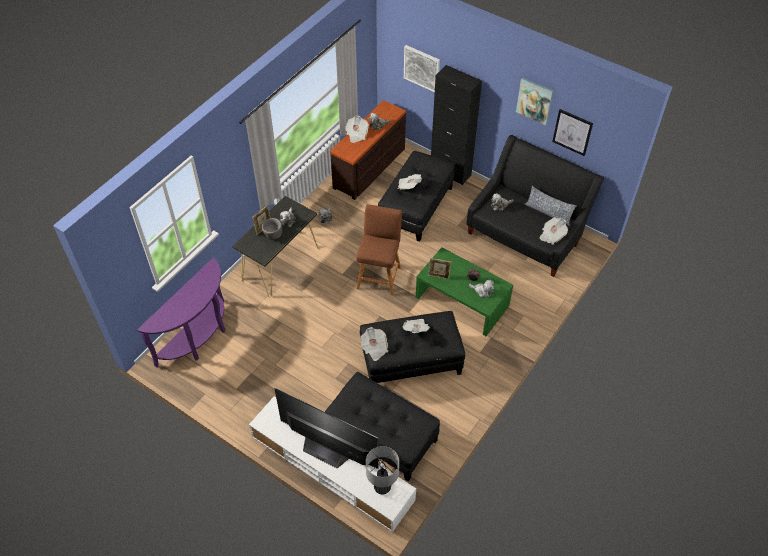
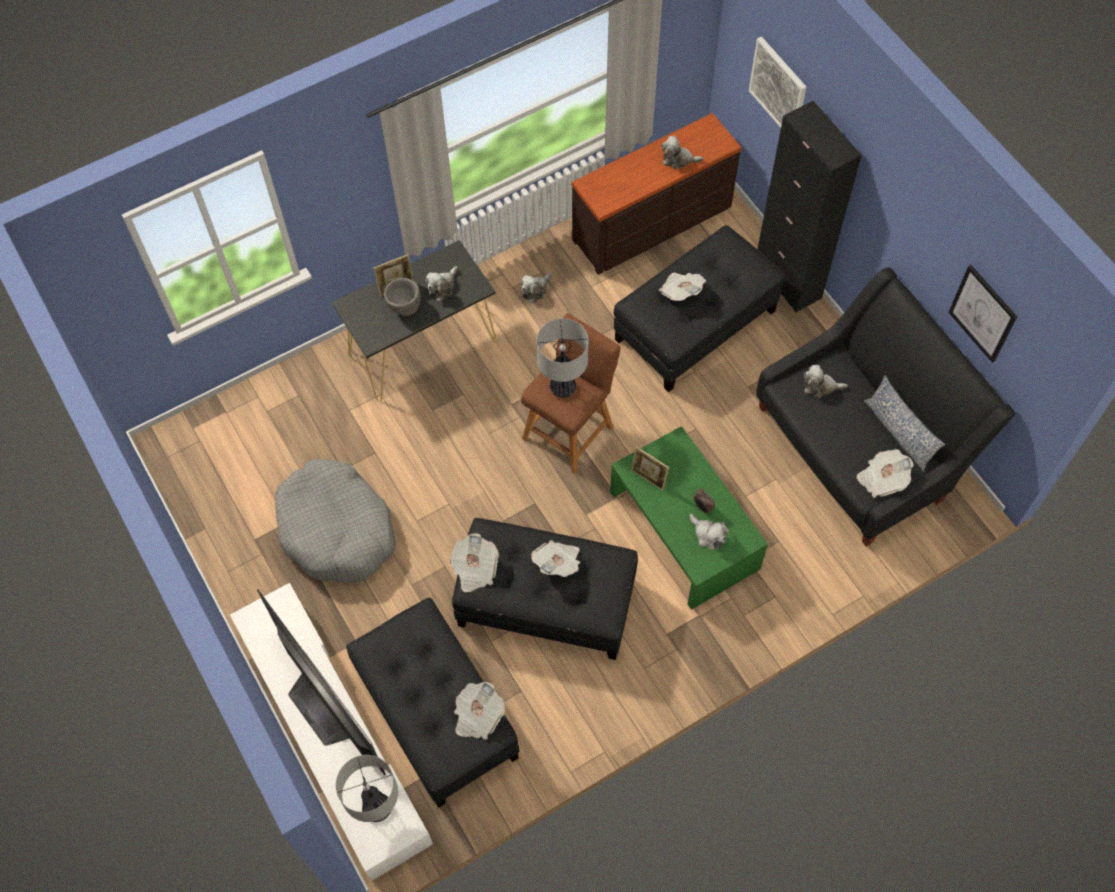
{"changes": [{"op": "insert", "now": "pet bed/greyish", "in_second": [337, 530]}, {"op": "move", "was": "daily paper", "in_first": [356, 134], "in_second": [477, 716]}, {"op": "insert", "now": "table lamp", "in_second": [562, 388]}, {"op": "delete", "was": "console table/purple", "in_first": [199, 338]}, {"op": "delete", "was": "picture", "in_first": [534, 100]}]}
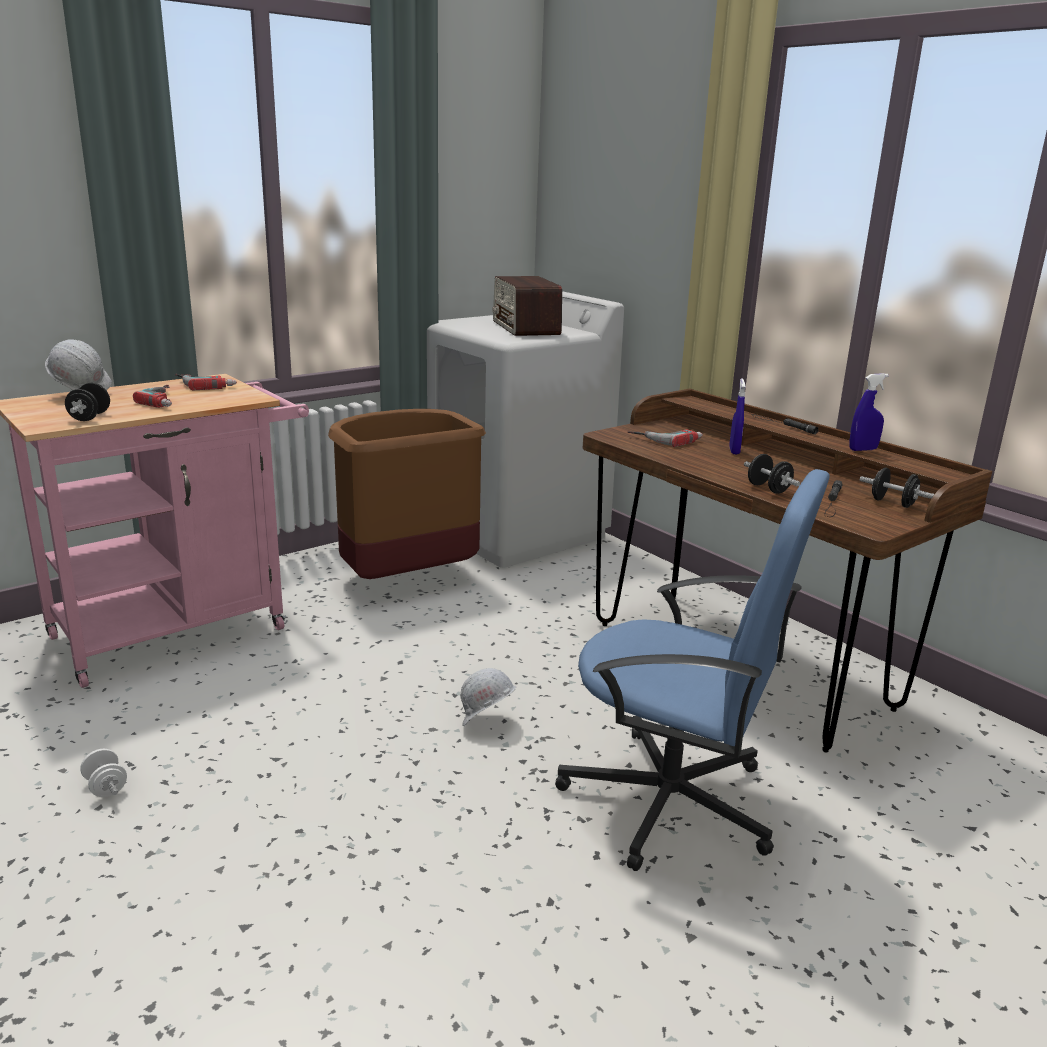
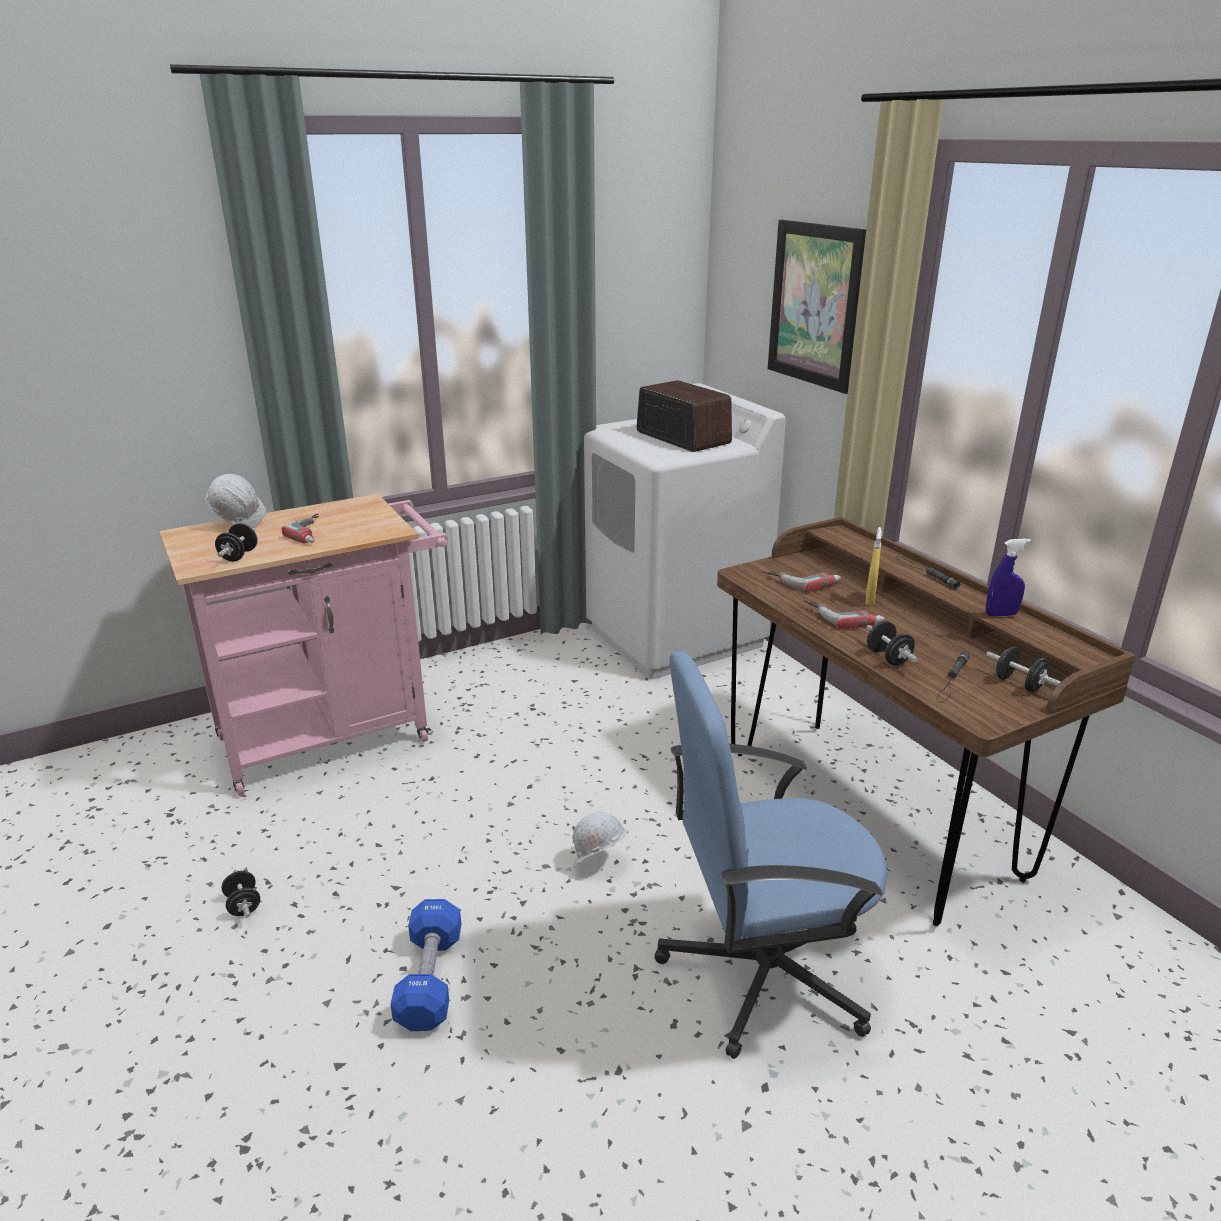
{"changes": [{"op": "recolor", "was": "free weight/white-coloured", "now": "free weight/blackish", "in_first": [106, 787], "in_second": [243, 905]}, {"op": "insert", "now": "free weight/bluish", "in_second": [430, 980]}, {"op": "rotate", "was": "radio", "in_first": [525, 328], "in_second": [682, 437], "clockwise": 150}, {"op": "rotate", "was": "computer chair/bluish", "in_first": [672, 802], "in_second": [762, 970], "clockwise": 135}, {"op": "insert", "now": "picture", "in_second": [814, 305]}, {"op": "move", "was": "drill", "in_first": [206, 384], "in_second": [843, 616]}, {"op": "recolor", "was": "hand sprayer/bluish", "now": "hand sprayer/yellow-coloured", "in_first": [734, 451], "in_second": [870, 600]}, {"op": "delete", "was": "rubbish bin/brownish", "in_first": [405, 578]}]}
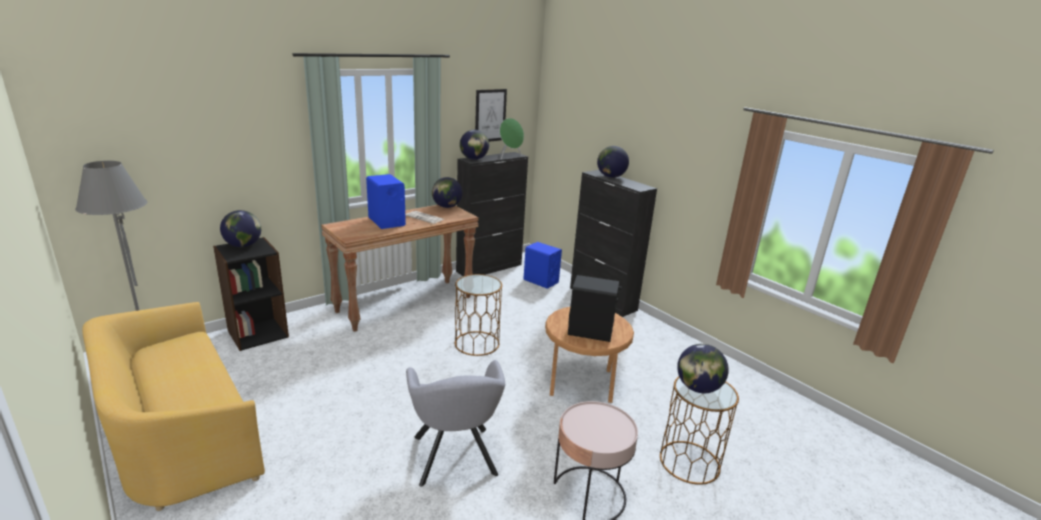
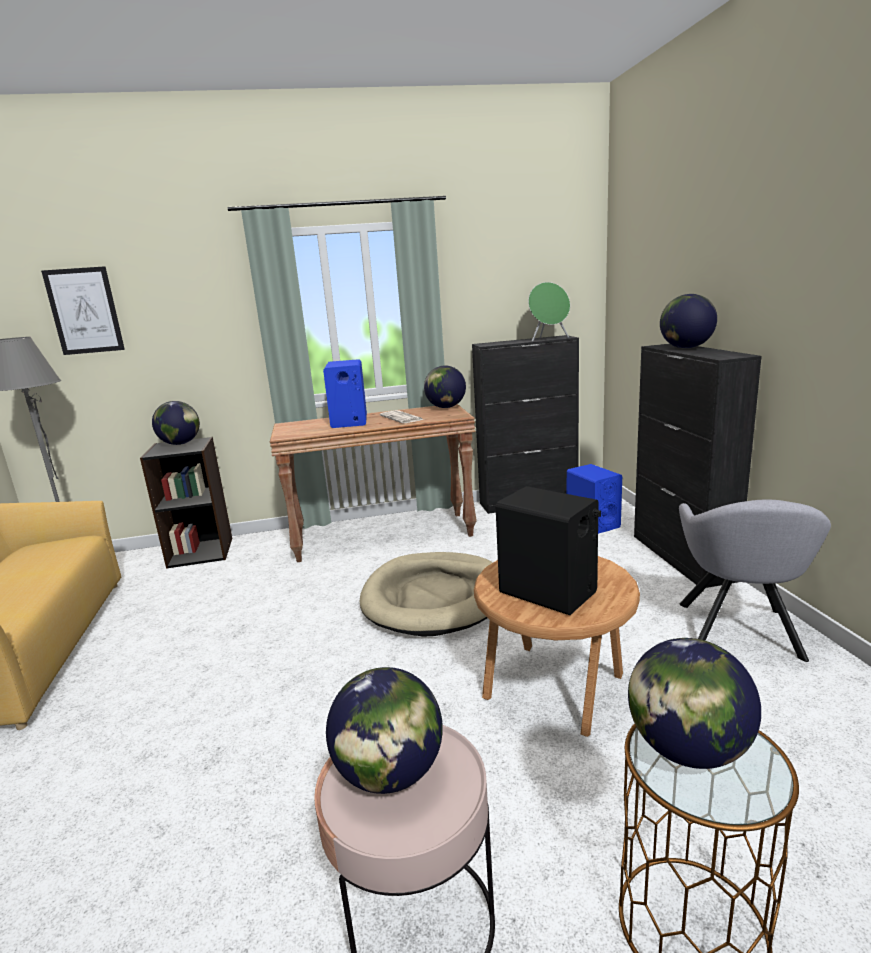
{"changes": [{"op": "move", "was": "picture", "in_first": [490, 115], "in_second": [84, 311]}, {"op": "move", "was": "world globe", "in_first": [474, 159], "in_second": [390, 774]}, {"op": "replace", "was": "side table/brownish", "now": "pet bed/beige", "in_first": [477, 343], "in_second": [434, 597]}, {"op": "move", "was": "lounge chair/greyish", "in_first": [455, 459], "in_second": [739, 634]}]}
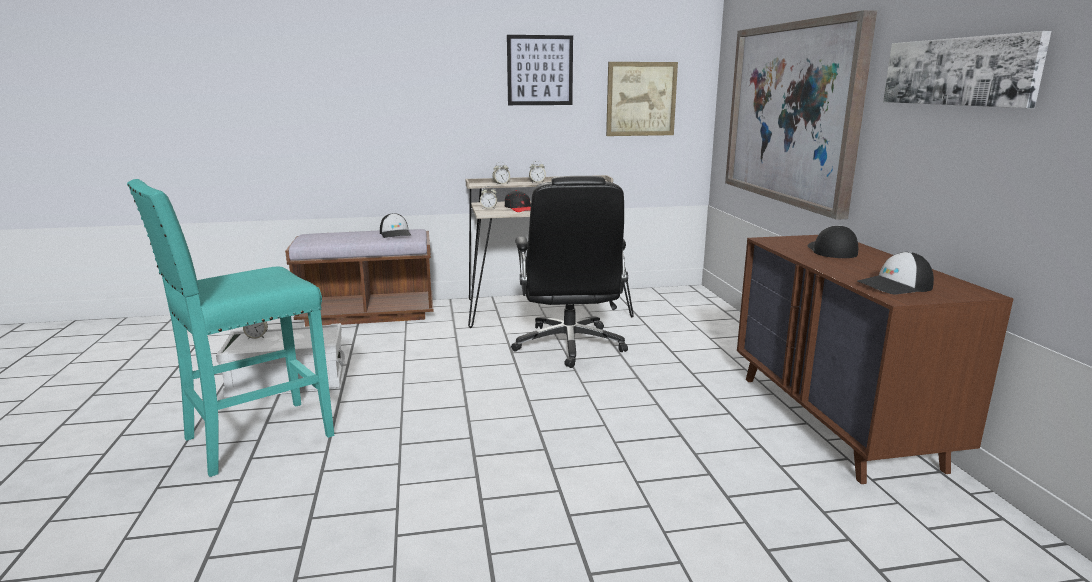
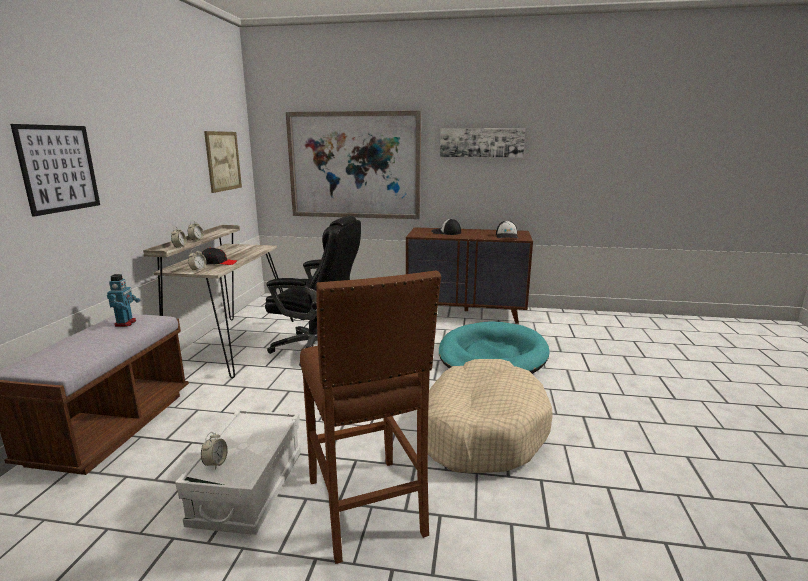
{"changes": [{"op": "move", "was": "picture", "in_first": [540, 70], "in_second": [59, 168]}, {"op": "replace", "was": "cap", "now": "robot figure", "in_first": [396, 234], "in_second": [126, 323]}, {"op": "recolor", "was": "stool seat/blue-green", "now": "stool seat/brownish", "in_first": [255, 437], "in_second": [366, 508]}, {"op": "insert", "now": "pet bed/beige", "in_second": [481, 430]}, {"op": "insert", "now": "pet bed/blue-green", "in_second": [492, 356]}]}
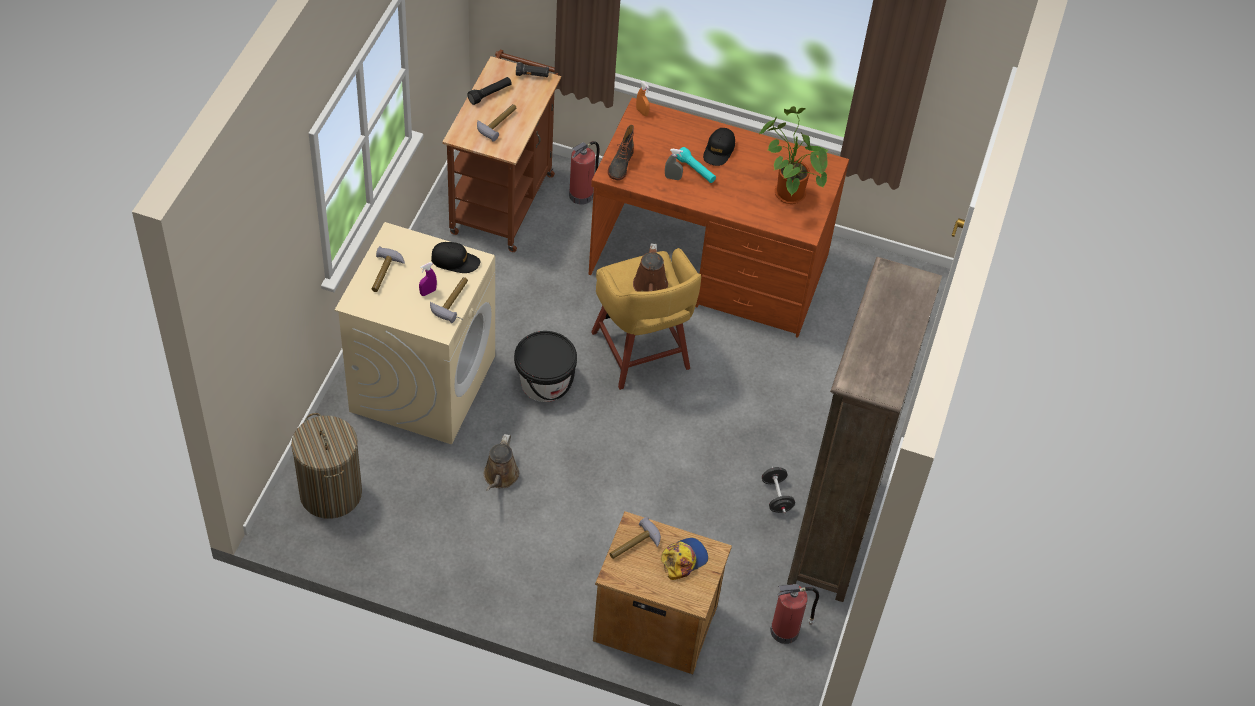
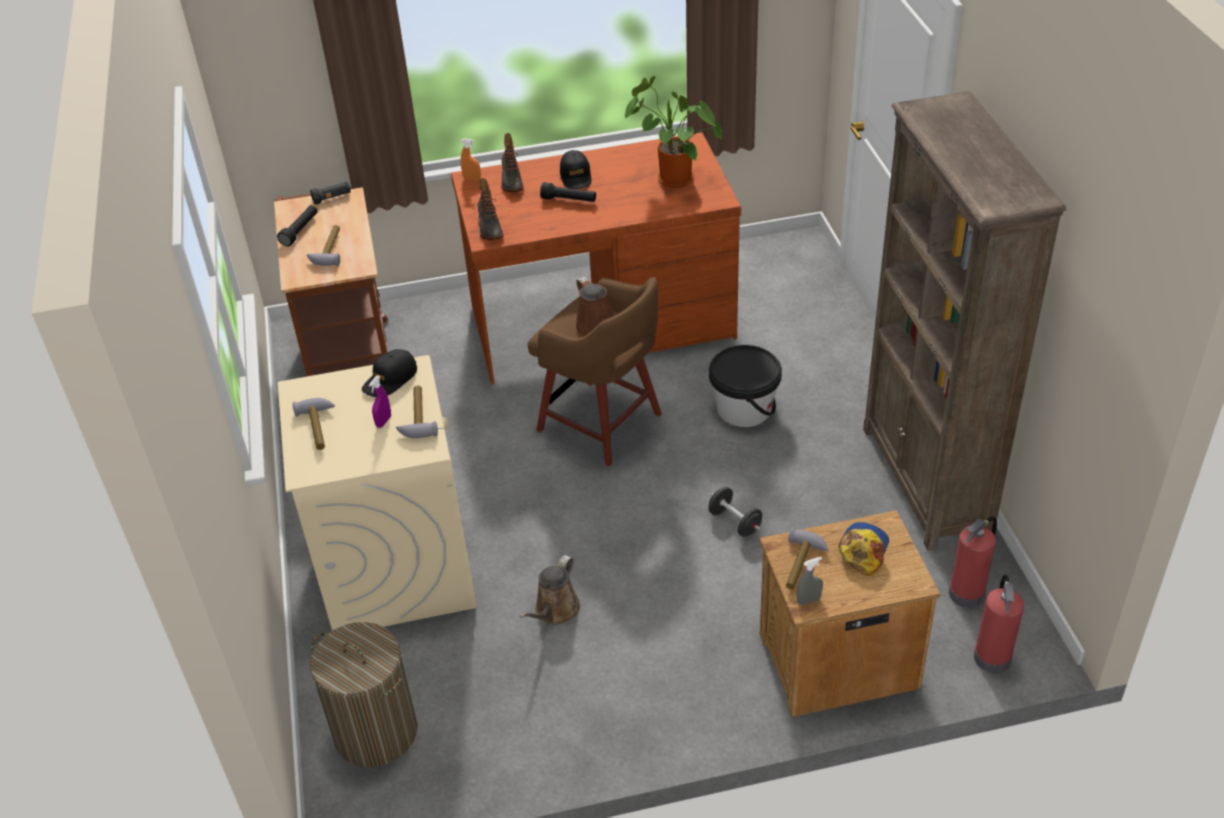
{"changes": [{"op": "rotate", "was": "cap/blackish", "in_first": [455, 261], "in_second": [390, 379], "clockwise": 150}, {"op": "insert", "now": "boot", "in_second": [511, 180]}, {"op": "rotate", "was": "sprinkling can/brownish", "in_first": [500, 477], "in_second": [555, 611], "clockwise": 45}, {"op": "recolor", "was": "stool seat/yellow-coloured", "now": "stool seat/brownish", "in_first": [641, 353], "in_second": [602, 424]}, {"op": "recolor", "was": "flashlight/blue-green", "now": "flashlight/blackish", "in_first": [696, 170], "in_second": [569, 200]}, {"op": "move", "was": "pail/blackish", "in_first": [545, 383], "in_second": [744, 409]}, {"op": "move", "was": "free weight/blackish", "in_first": [776, 497], "in_second": [735, 522]}, {"op": "move", "was": "hand sprayer/greyish", "in_first": [673, 178], "in_second": [808, 600]}, {"op": "move", "was": "fire extinguisher", "in_first": [582, 194], "in_second": [992, 656]}]}
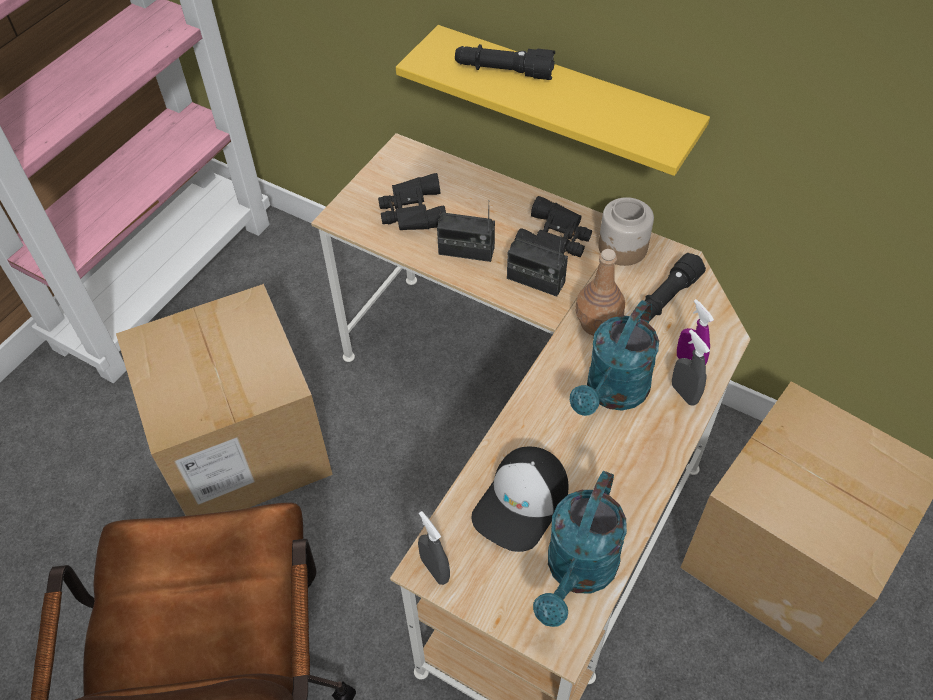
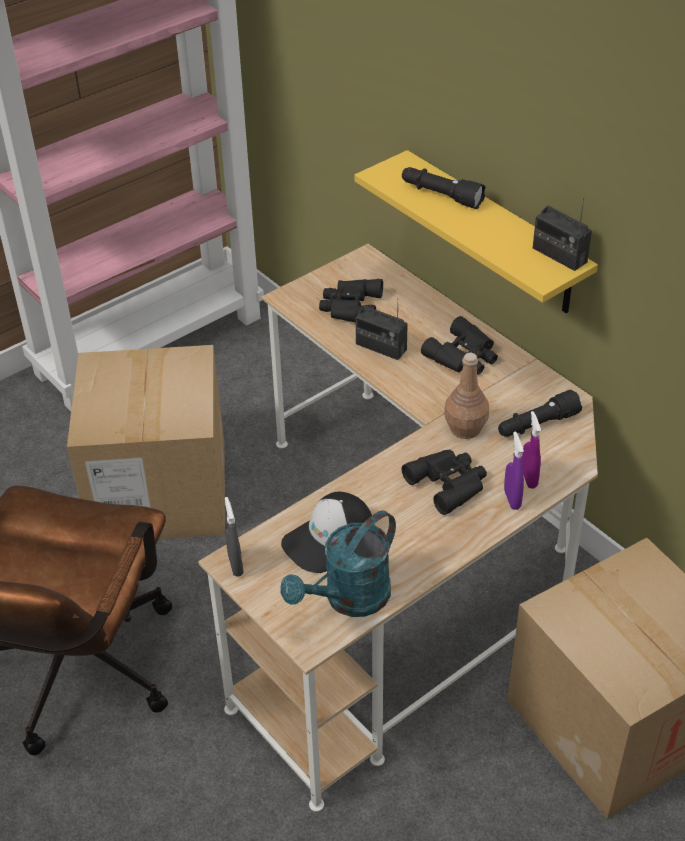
{"changes": [{"op": "replace", "was": "sprinkling can/blue-green", "now": "binoculars/blackish", "in_first": [612, 393], "in_second": [449, 483]}, {"op": "recolor", "was": "hand sprayer/greyish", "now": "hand sprayer/purple", "in_first": [684, 394], "in_second": [512, 499]}, {"op": "move", "was": "radio", "in_first": [535, 280], "in_second": [559, 255]}, {"op": "delete", "was": "storage jar", "in_first": [622, 248]}]}
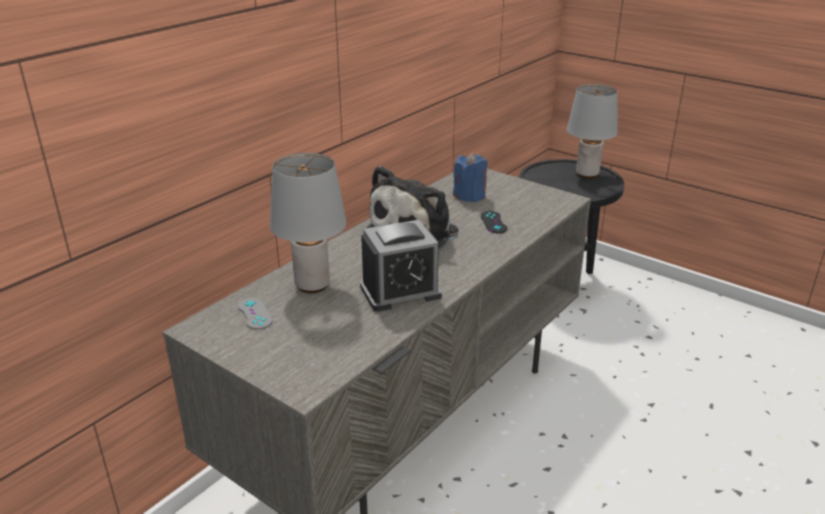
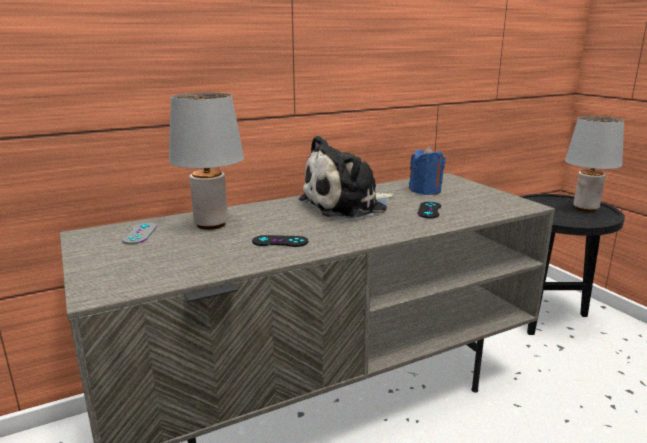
{"changes": [{"op": "replace", "was": "table clock", "now": "joypad/blackish", "in_first": [400, 292], "in_second": [280, 241]}]}
